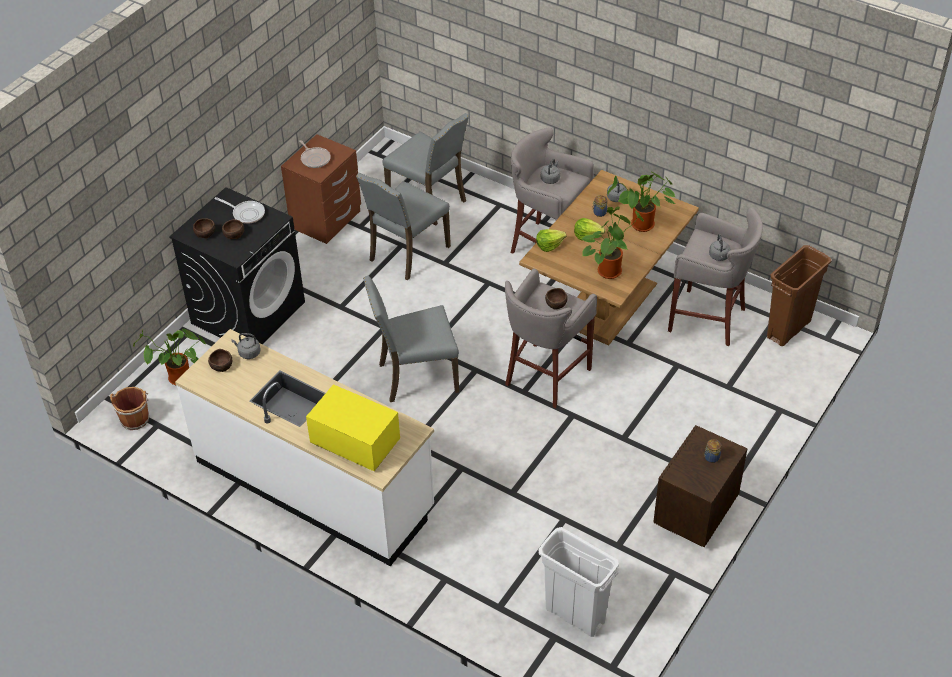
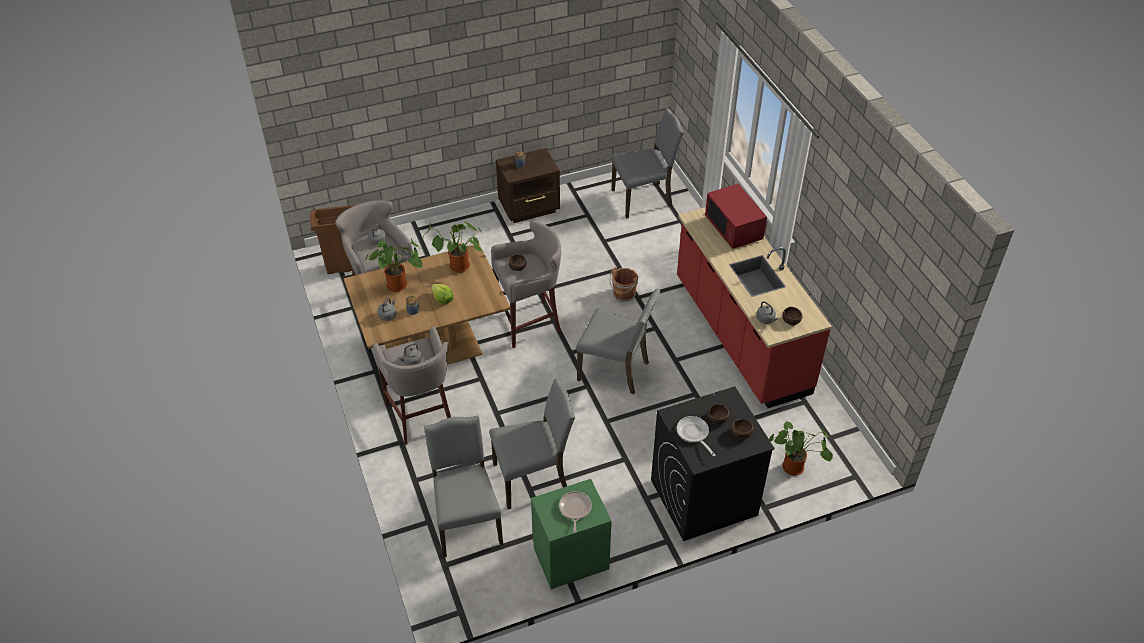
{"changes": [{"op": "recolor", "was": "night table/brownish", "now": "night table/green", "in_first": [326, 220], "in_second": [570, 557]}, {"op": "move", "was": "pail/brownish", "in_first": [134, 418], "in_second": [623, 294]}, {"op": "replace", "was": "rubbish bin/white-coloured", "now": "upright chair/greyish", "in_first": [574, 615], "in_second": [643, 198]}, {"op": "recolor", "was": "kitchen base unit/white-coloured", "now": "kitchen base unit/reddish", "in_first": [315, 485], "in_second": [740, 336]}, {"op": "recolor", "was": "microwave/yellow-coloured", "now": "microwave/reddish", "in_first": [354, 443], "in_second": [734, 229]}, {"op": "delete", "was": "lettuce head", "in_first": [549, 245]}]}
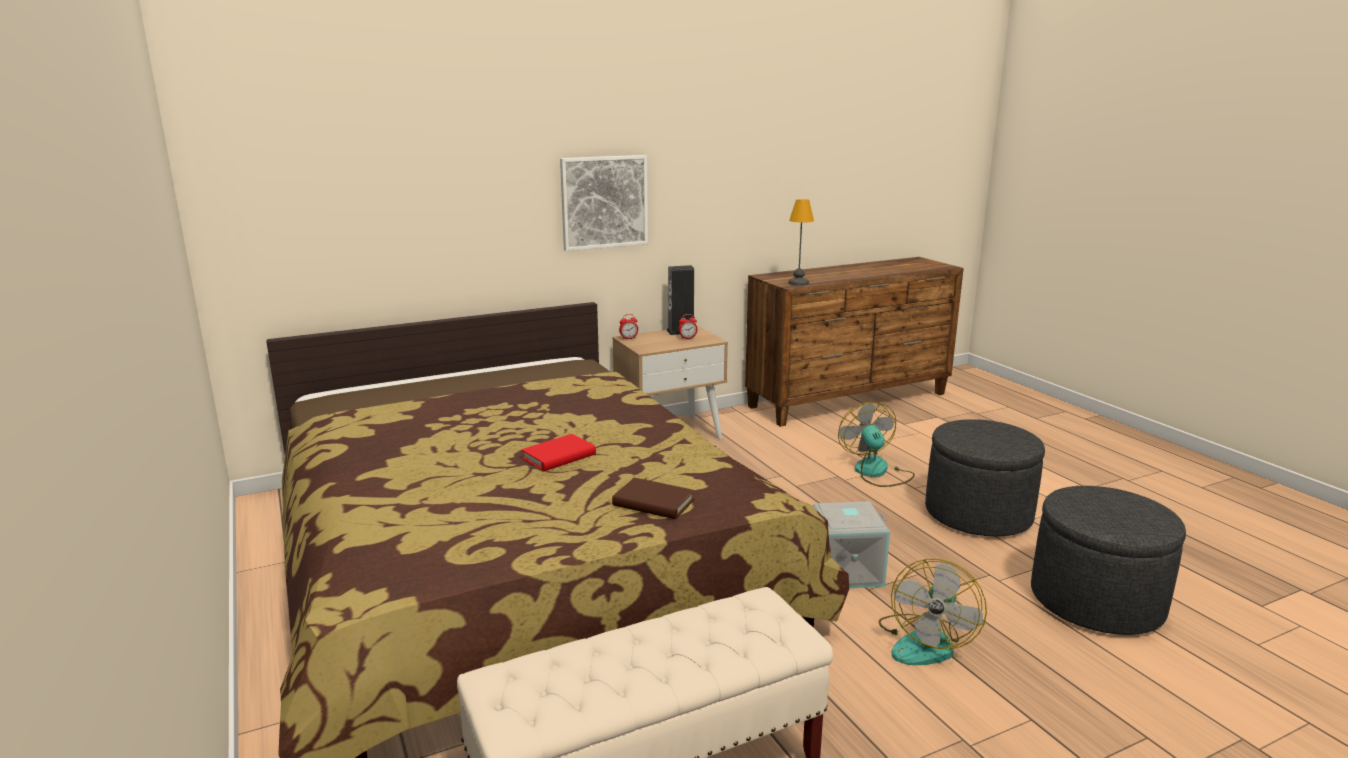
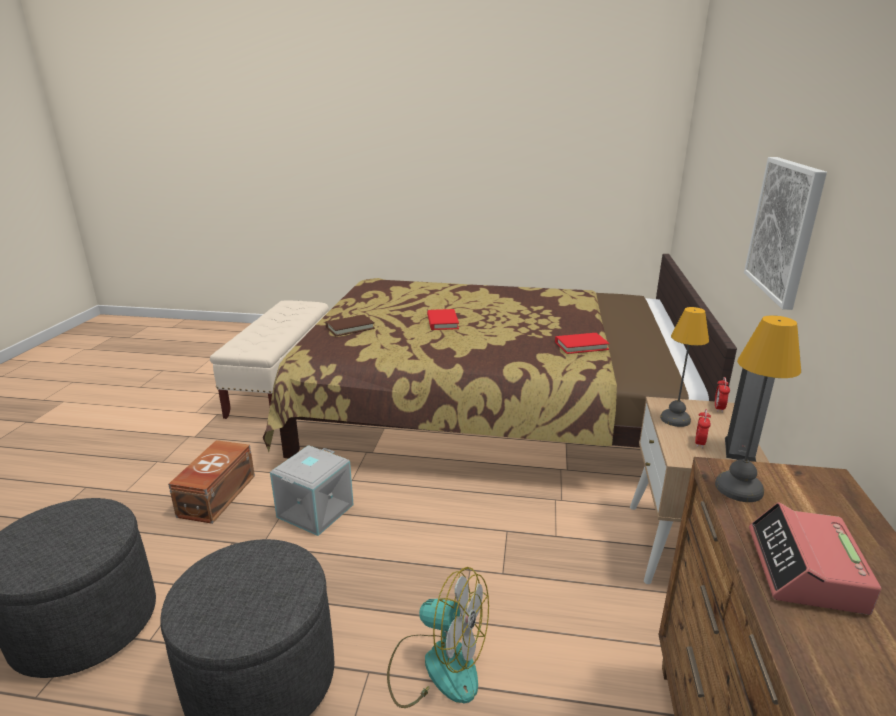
{"changes": [{"op": "replace", "was": "cooling fan", "now": "storage container/brownish", "in_first": [925, 642], "in_second": [215, 496]}, {"op": "insert", "now": "book/reddish", "in_second": [581, 346]}, {"op": "insert", "now": "table lamp", "in_second": [676, 419]}, {"op": "insert", "now": "table clock", "in_second": [805, 570]}]}
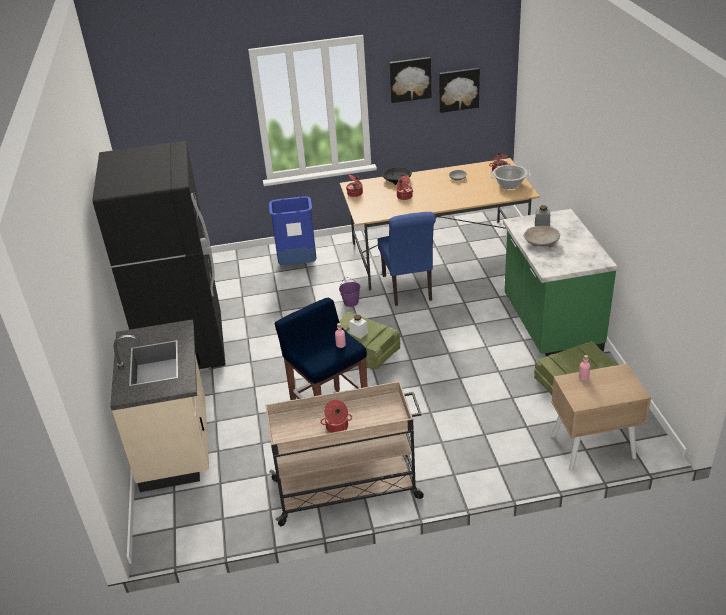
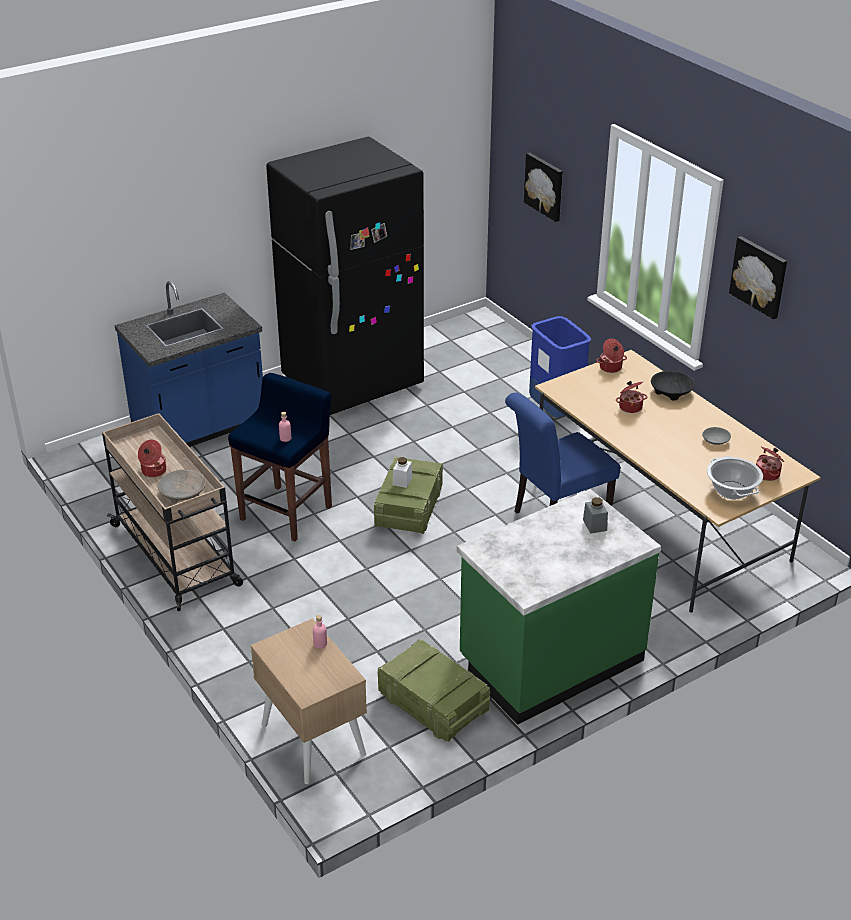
{"changes": [{"op": "recolor", "was": "kitchen base unit/beige", "now": "kitchen base unit/bluish", "in_first": [177, 445], "in_second": [200, 429]}, {"op": "move", "was": "serving bowl/beige", "in_first": [541, 242], "in_second": [182, 493]}, {"op": "move", "was": "picture", "in_first": [458, 89], "in_second": [545, 186]}, {"op": "delete", "was": "pail/purple", "in_first": [351, 302]}]}
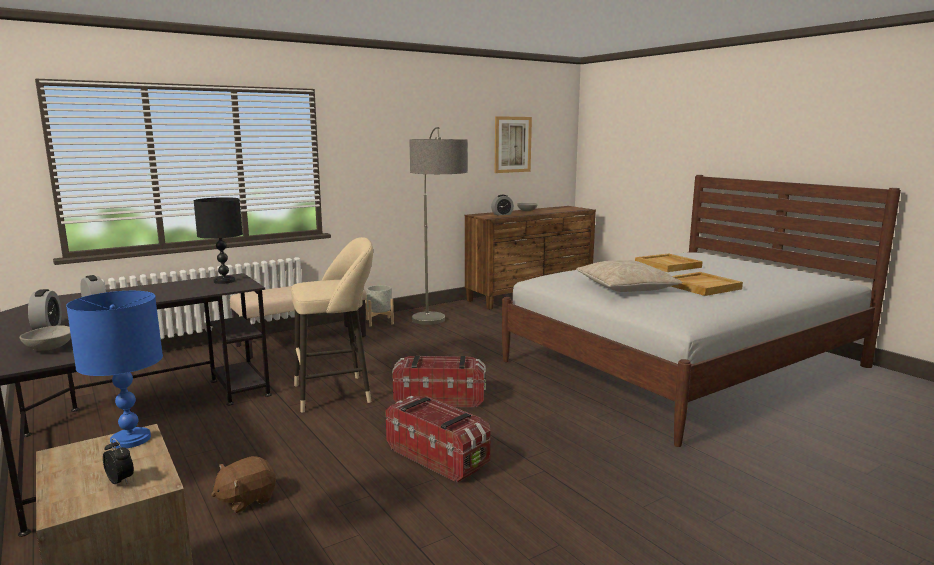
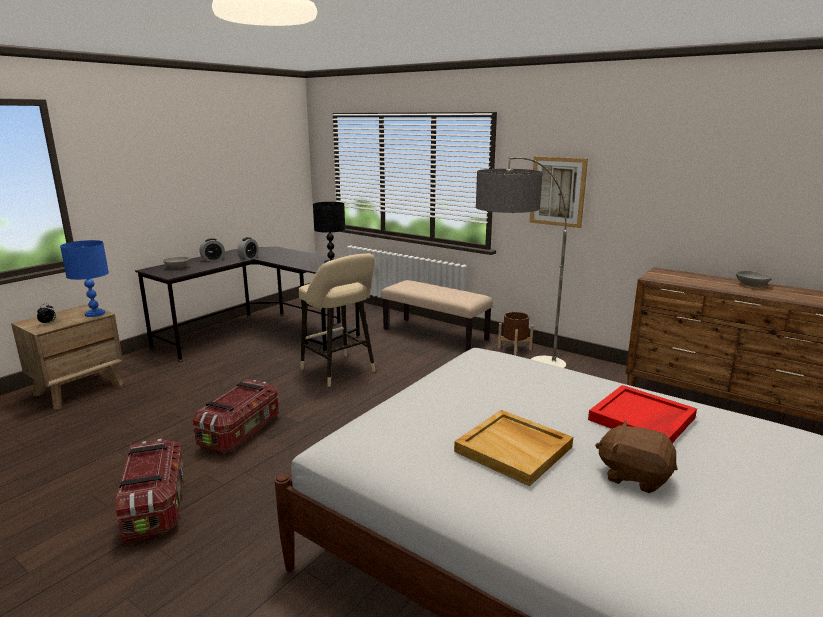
{"changes": [{"op": "move", "was": "storage container", "in_first": [439, 398], "in_second": [156, 506]}, {"op": "recolor", "was": "flower pot/greyish", "now": "flower pot/brownish", "in_first": [379, 322], "in_second": [514, 348]}, {"op": "move", "was": "picture", "in_first": [512, 144], "in_second": [557, 191]}, {"op": "recolor", "was": "carrying tray/beige", "now": "carrying tray/reddish", "in_first": [668, 265], "in_second": [642, 419]}, {"op": "move", "was": "plush toy/brownish", "in_first": [246, 499], "in_second": [634, 476]}, {"op": "delete", "was": "table clock", "in_first": [502, 214]}, {"op": "delete", "was": "cushion/beige", "in_first": [625, 287]}]}
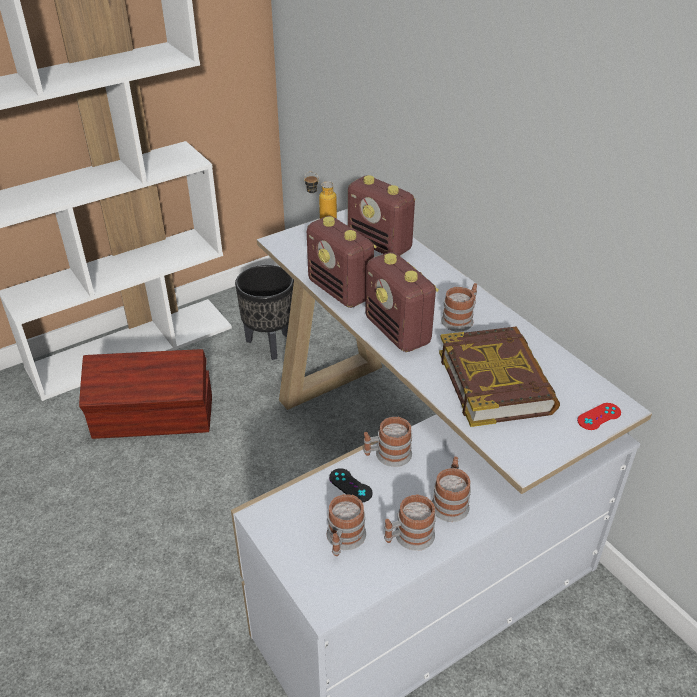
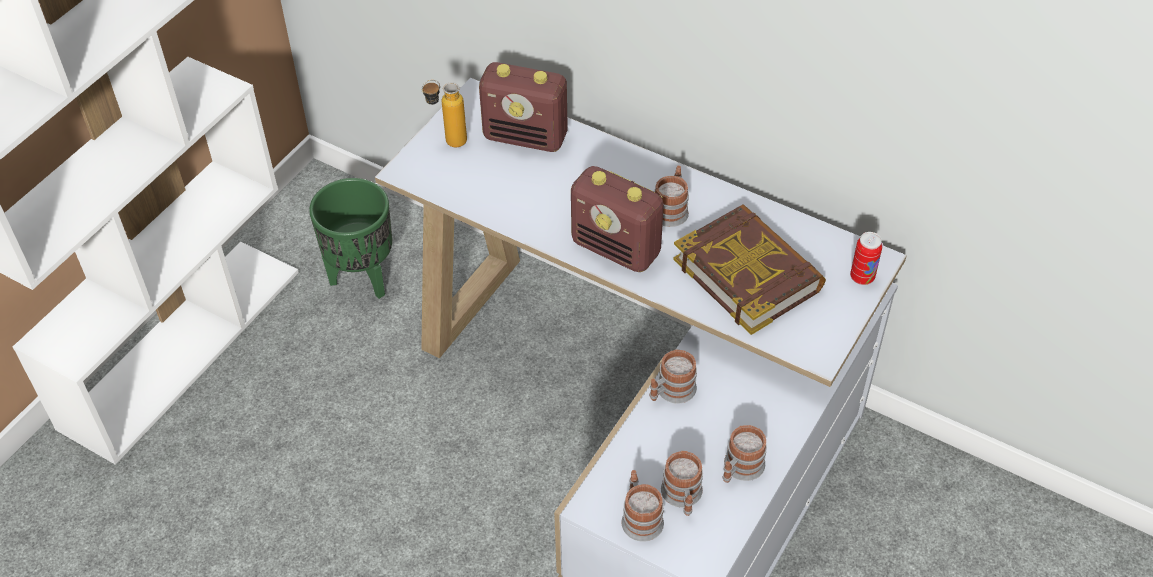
{"changes": [{"op": "recolor", "was": "flower pot/blackish", "now": "flower pot/green", "in_first": [269, 344], "in_second": [363, 278]}, {"op": "move", "was": "mug", "in_first": [450, 502], "in_second": [640, 517]}, {"op": "replace", "was": "joypad/reddish", "now": "can", "in_first": [599, 416], "in_second": [862, 277]}, {"op": "delete", "was": "storage container/brownish", "in_first": [154, 418]}, {"op": "delete", "was": "radio", "in_first": [341, 291]}, {"op": "delete", "was": "joypad/blackish", "in_first": [350, 485]}]}
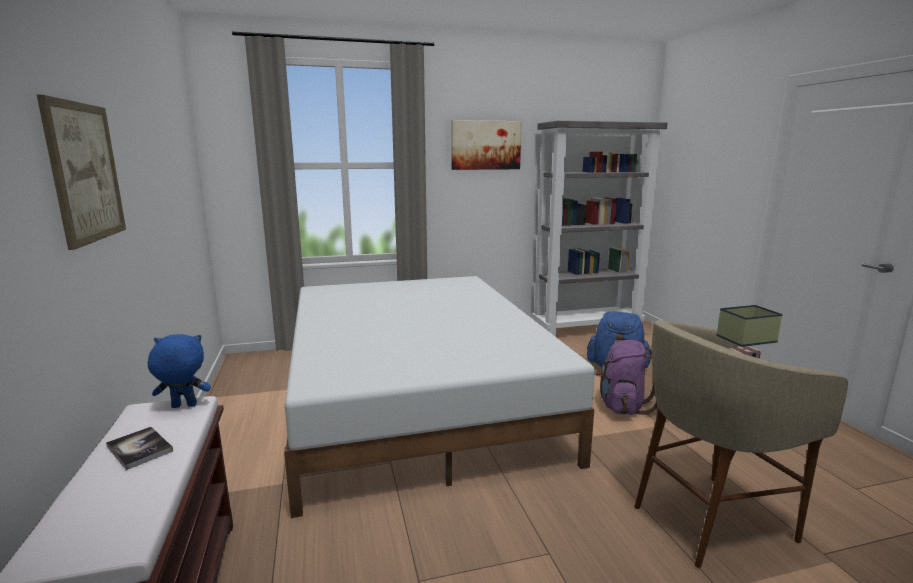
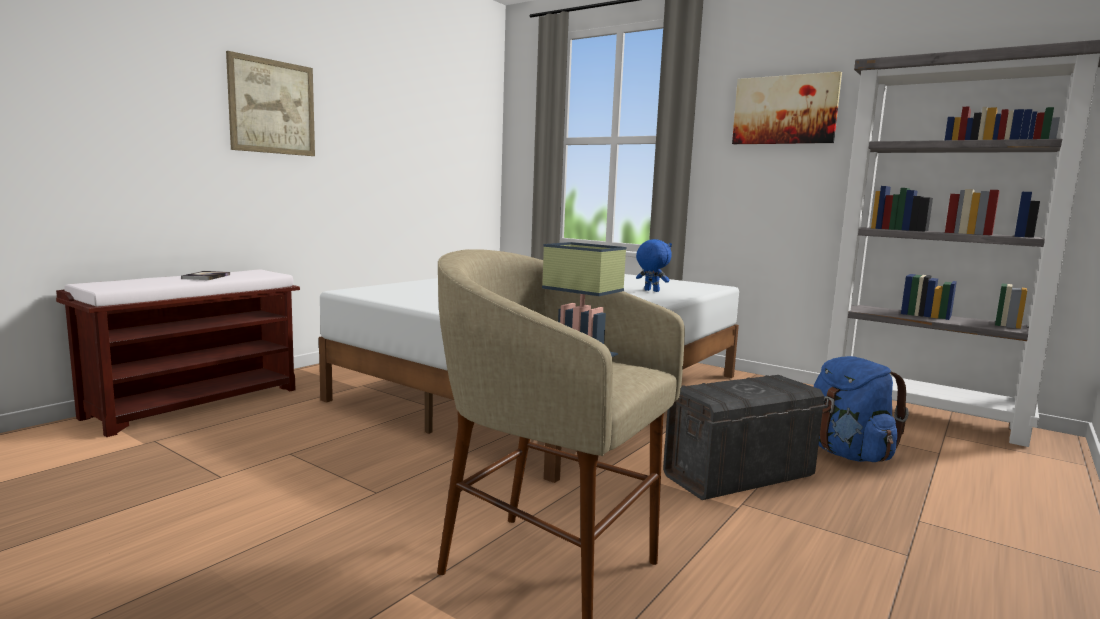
{"changes": [{"op": "move", "was": "plush toy/bluish", "in_first": [183, 406], "in_second": [651, 291]}, {"op": "replace", "was": "rucksack/purple", "now": "storage container/greyish", "in_first": [622, 406], "in_second": [737, 476]}]}
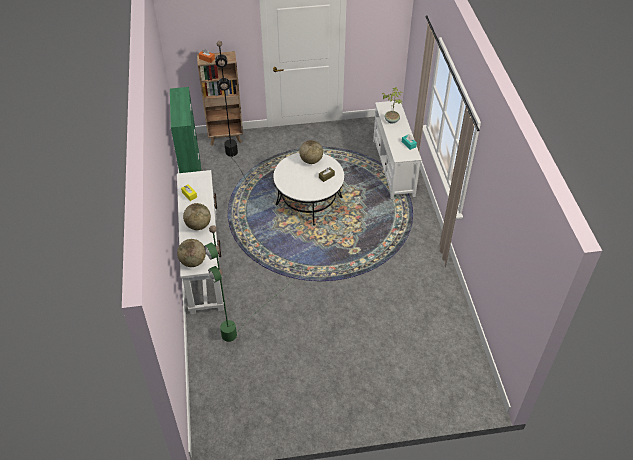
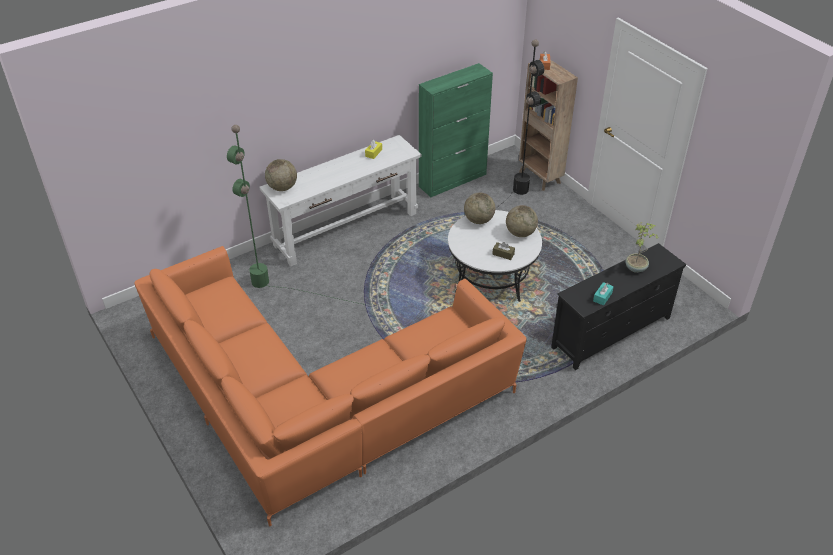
{"changes": [{"op": "insert", "now": "sofa/orangey", "in_second": [315, 401]}, {"op": "move", "was": "world globe", "in_first": [198, 225], "in_second": [478, 220]}, {"op": "recolor", "was": "tv unit/white-coloured", "now": "tv unit/blackish", "in_first": [393, 168], "in_second": [611, 333]}]}
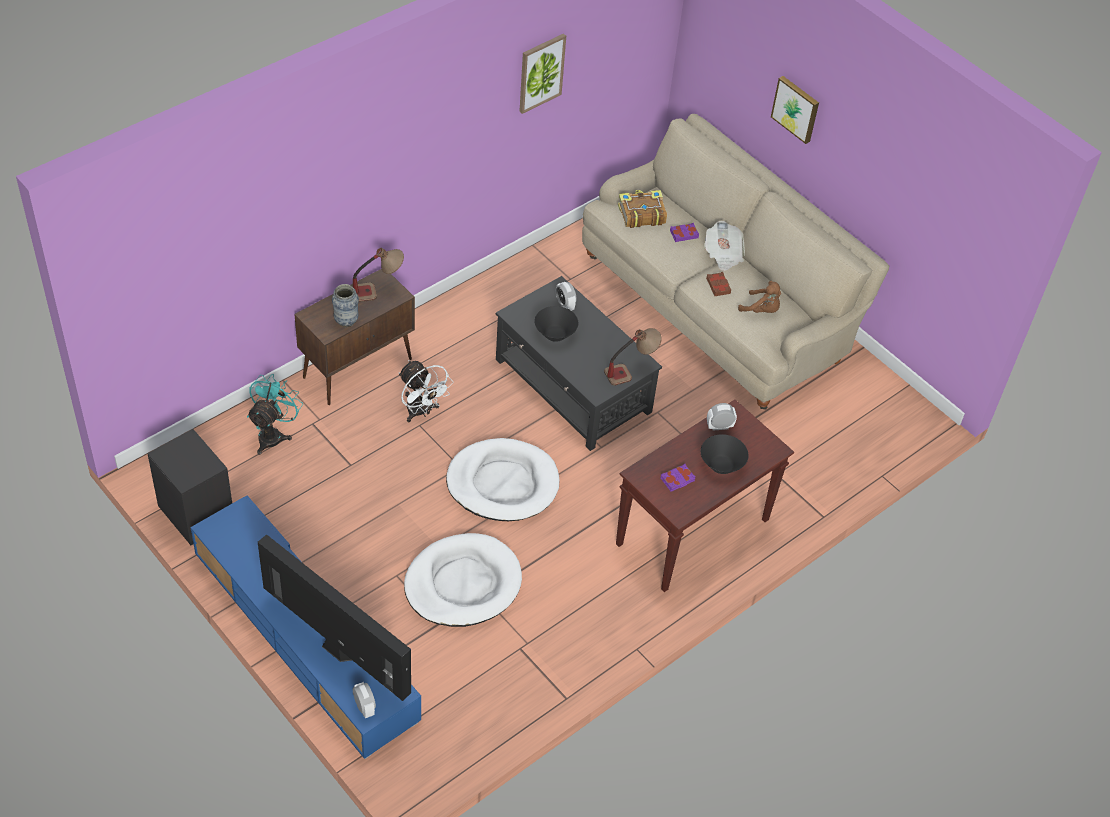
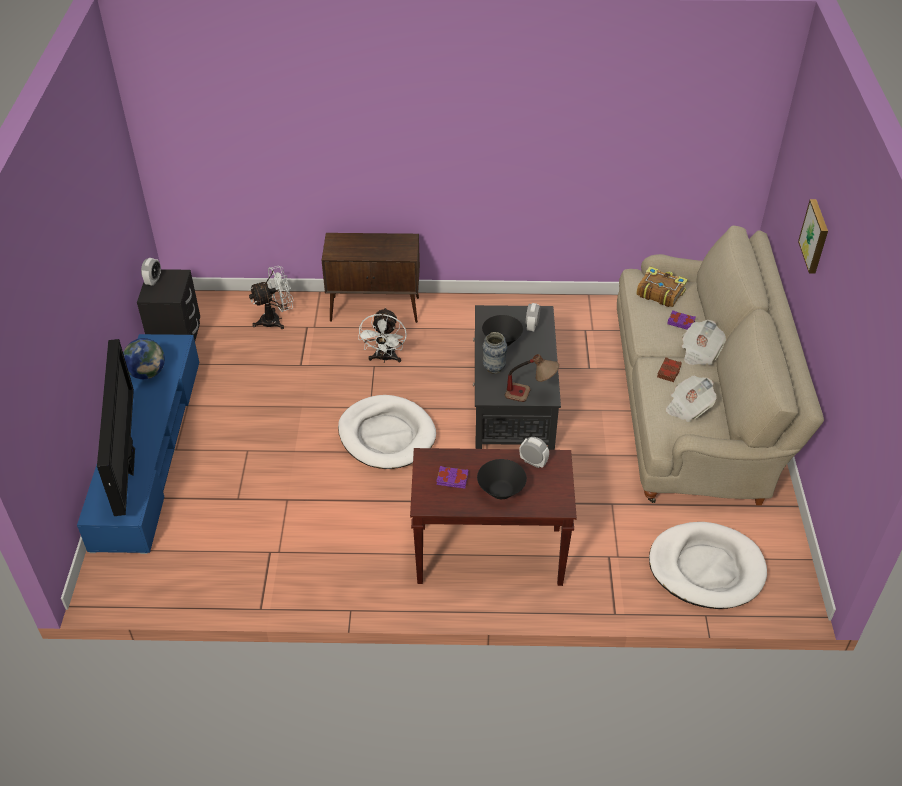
{"changes": [{"op": "insert", "now": "world globe", "in_second": [147, 373]}, {"op": "move", "was": "table clock", "in_first": [364, 707], "in_second": [153, 280]}, {"op": "recolor", "was": "cooling fan/blue-green", "now": "cooling fan/white-coloured", "in_first": [273, 434], "in_second": [276, 320]}, {"op": "move", "was": "flower vase", "in_first": [346, 321], "in_second": [493, 368]}, {"op": "move", "was": "pet bed/white-coloured", "in_first": [462, 584], "in_second": [706, 568]}, {"op": "replace", "was": "plush toy/brownish", "now": "daily paper", "in_first": [762, 310], "in_second": [688, 407]}, {"op": "delete", "was": "table lamp", "in_first": [378, 291]}, {"op": "delete", "was": "picture", "in_first": [541, 72]}]}
